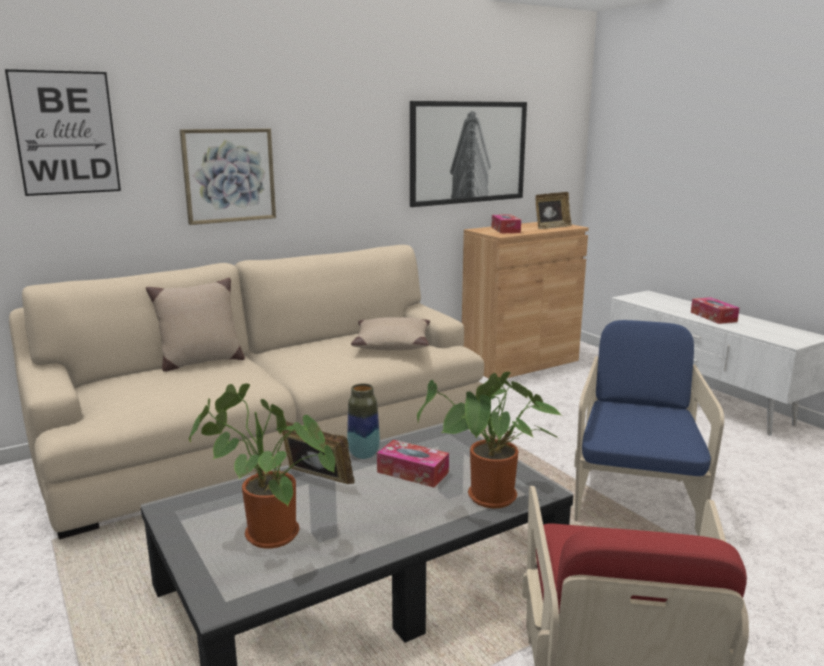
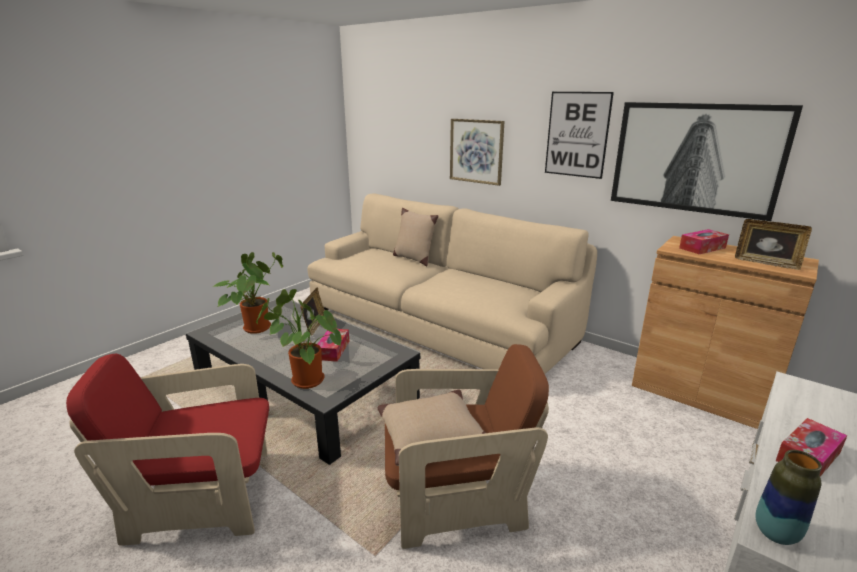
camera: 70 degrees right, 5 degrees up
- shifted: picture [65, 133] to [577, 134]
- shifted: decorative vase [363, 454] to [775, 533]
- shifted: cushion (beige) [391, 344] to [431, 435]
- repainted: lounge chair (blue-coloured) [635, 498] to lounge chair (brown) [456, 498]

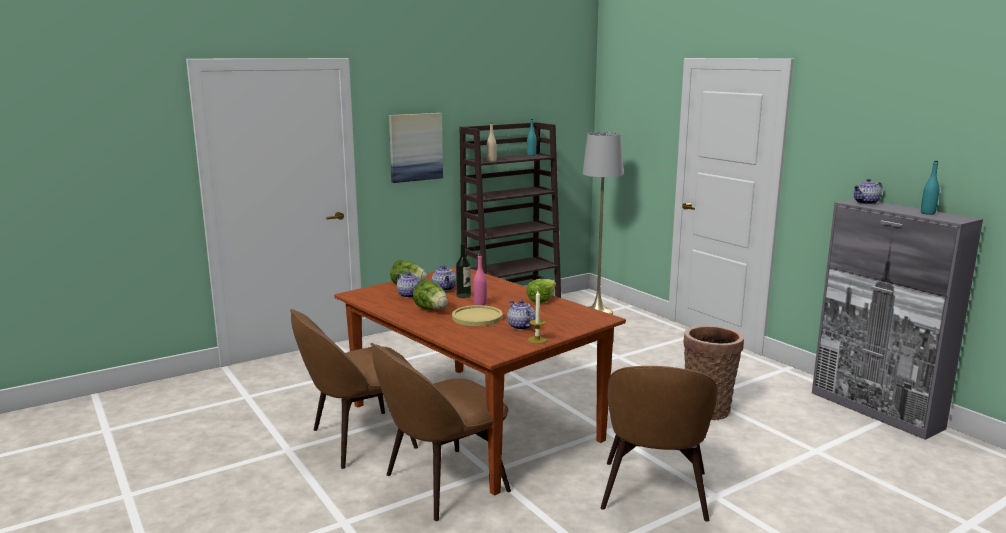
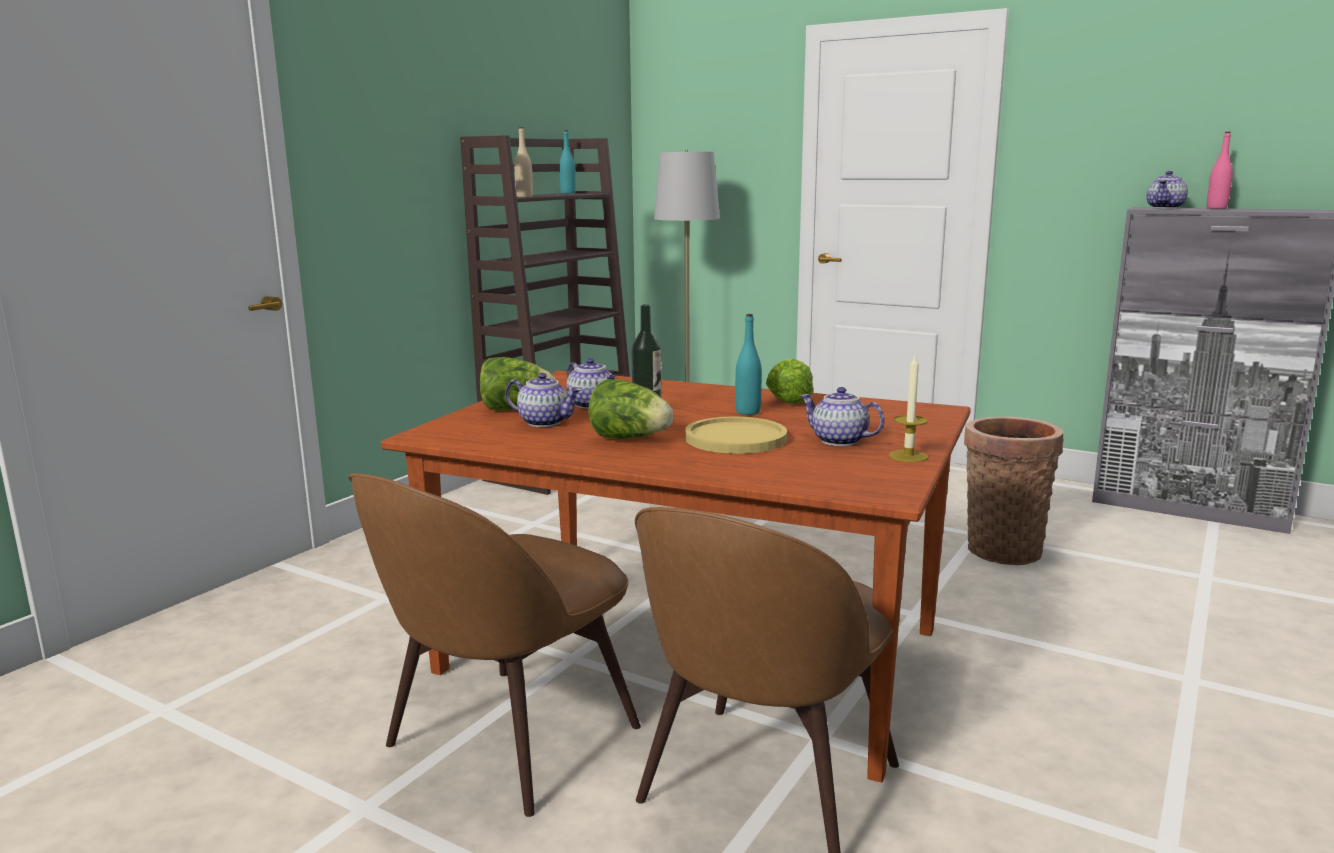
camera: 25 degrees left, 0 degrees up
- gone: picture [415, 147]
- gone: upright chair (brown) [654, 493]
- shifted: drink bottle (pinkish) [480, 304] to [1216, 208]
- shifted: drink bottle (blue-green) [927, 213] to [748, 412]

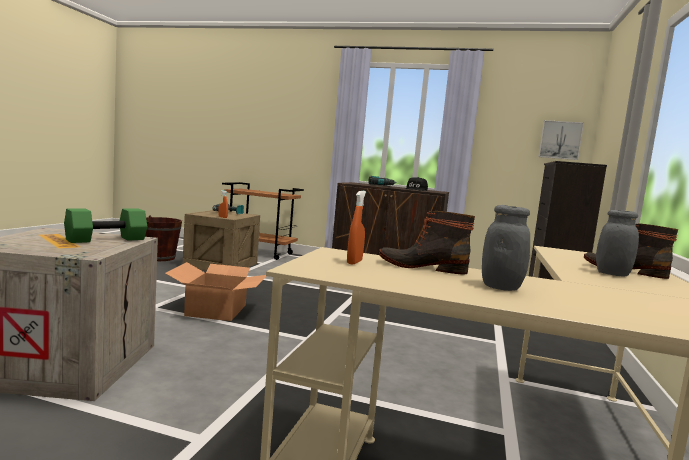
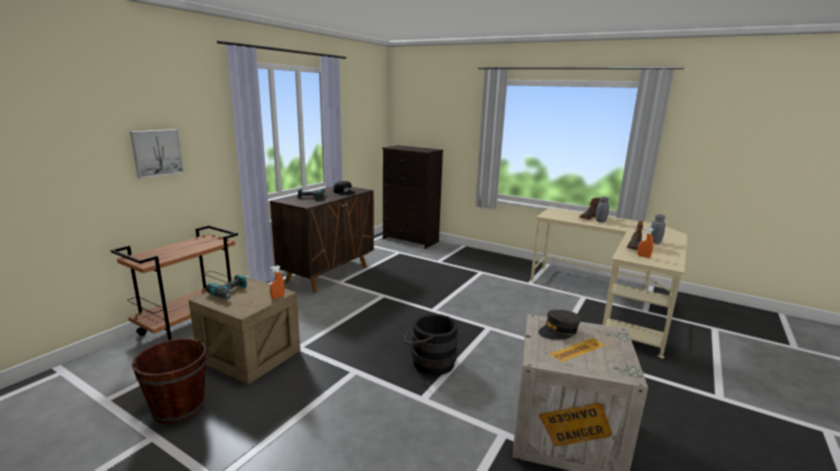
camera: 75 degrees left, 10 degrees up
- shifted: picture [560, 140] to [156, 152]
- swapped: dumbbell (green) [106, 240] to peaked cap (gray) [558, 331]
- swapped: carton [217, 310] to bucket (black) [429, 362]

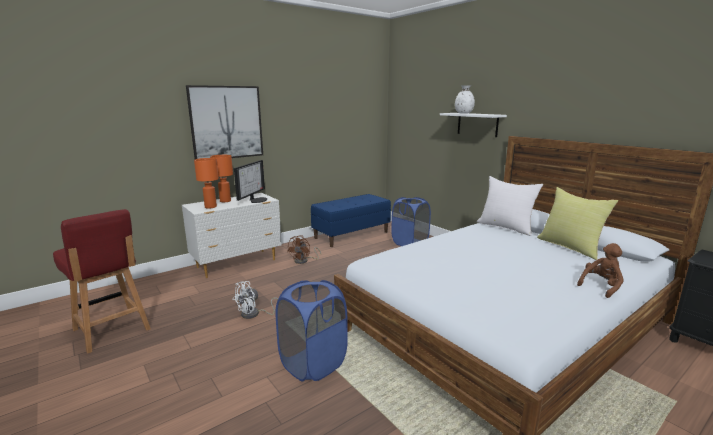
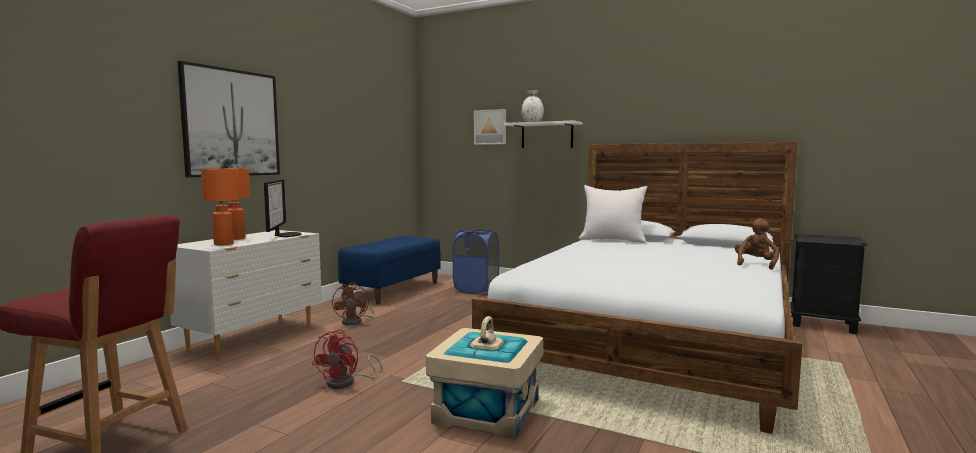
camera: 25 degrees left, 10 degrees down
- gone: cushion (yellowish) [570, 247]
- new: picture [490, 127]
- swapped: washing basket (blue-coloured) [313, 363] to storage bin (beige) [486, 411]
- repainted: electric fan (white-coloured) [254, 314] to electric fan (red) [347, 382]

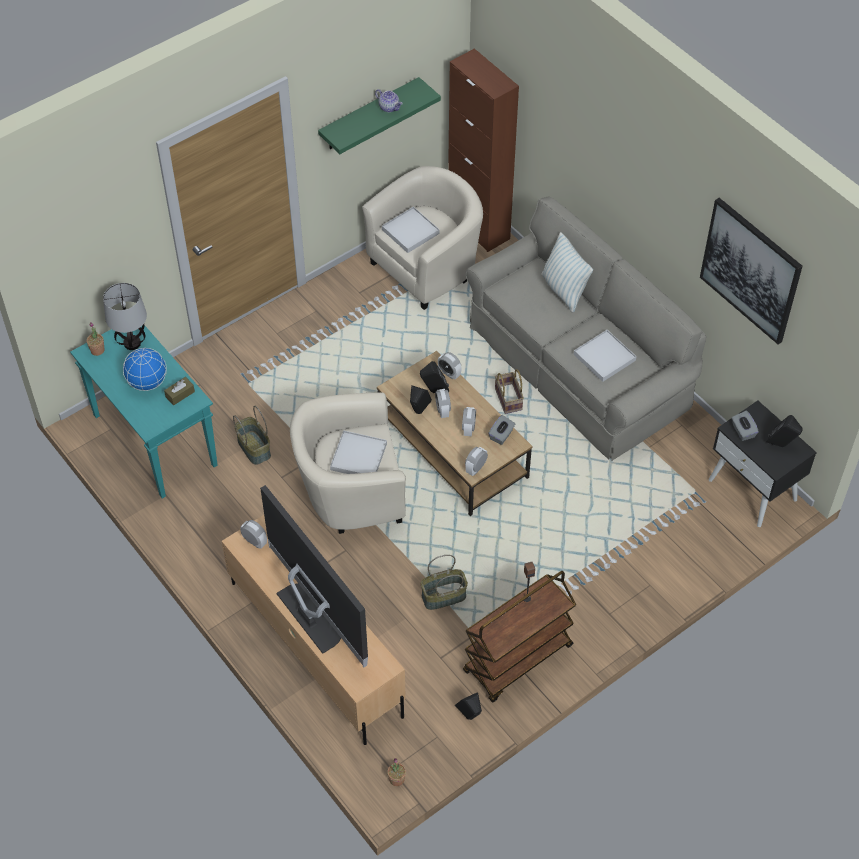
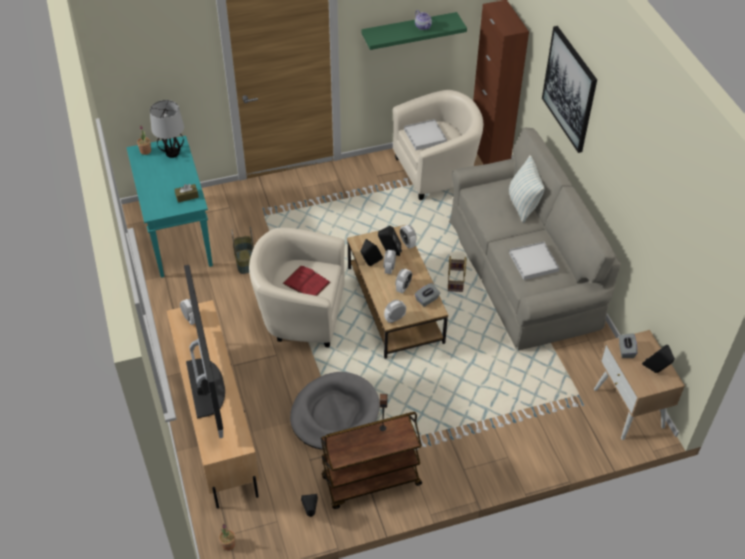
camera: 20 degrees right, 5 degrees down
- gone: desk globe [147, 382]
- shifted: picture [750, 270] to [569, 89]
- swapped: serving tray (white-coloured) [359, 457] to bound book (red) [306, 283]
- swapped: household basket [443, 597] to dog bed (gray) [334, 413]
- repainted: bedside table (black) [753, 490] to bedside table (beige) [629, 408]

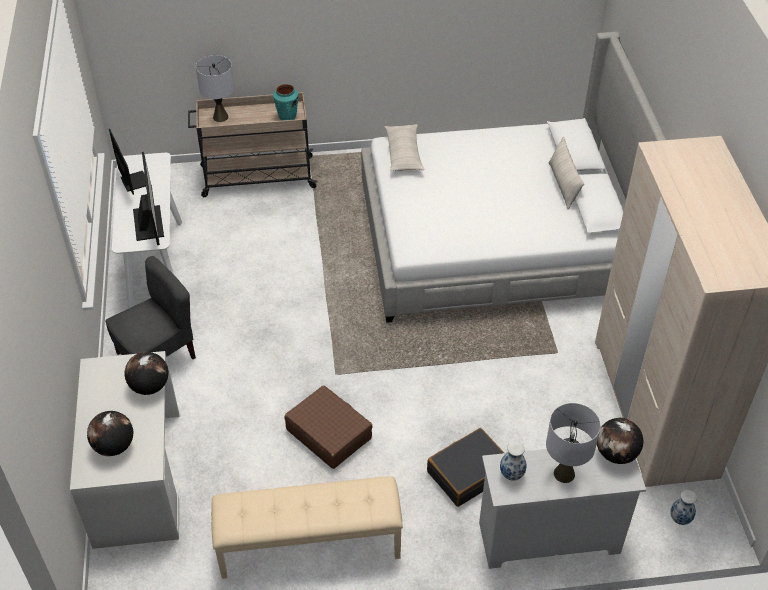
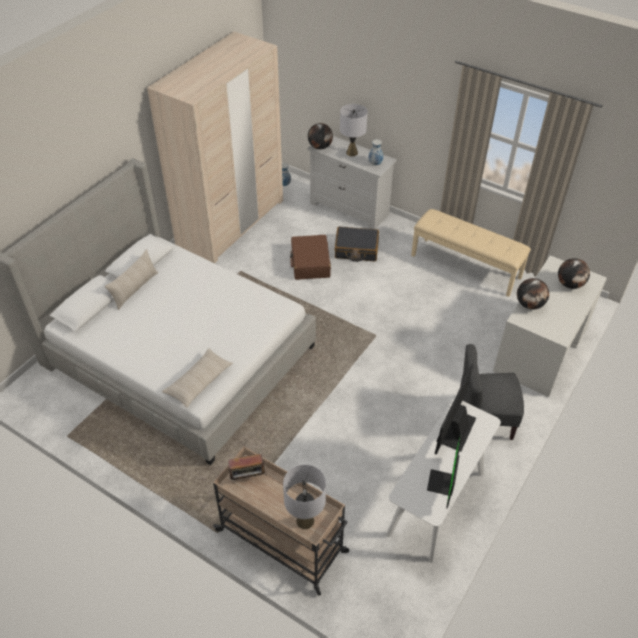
camera: 140 degrees left, 0 degrees up
- shifted: piece of luggage (brown) [329, 433] to [310, 263]
- swapped: decorative vase (blue-green) [287, 116] to radio [248, 477]

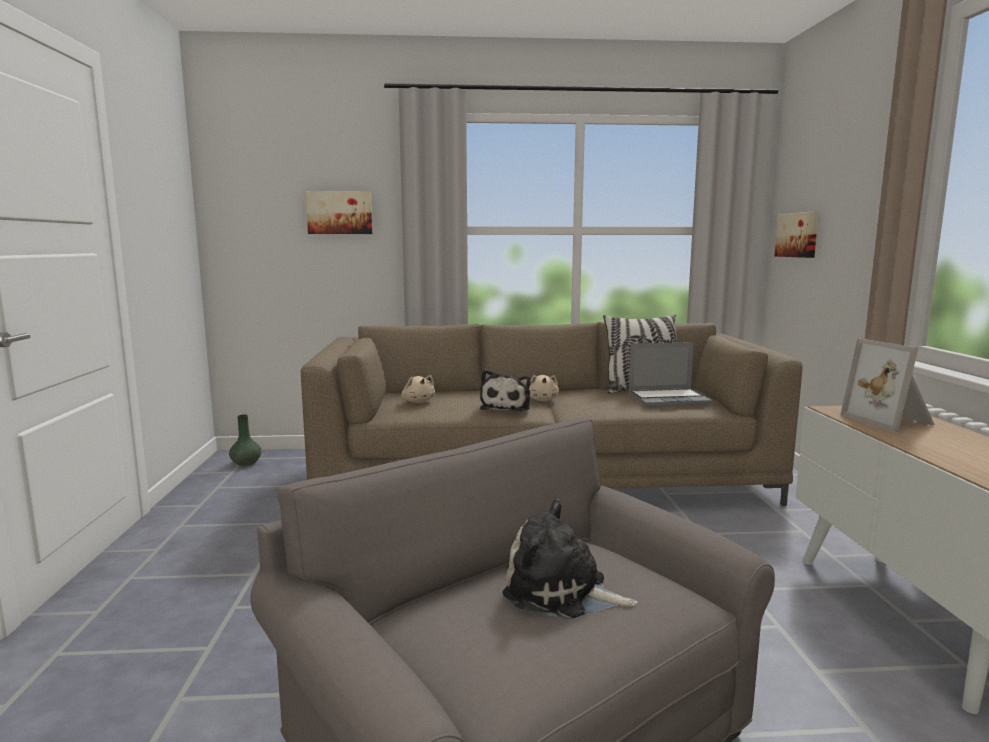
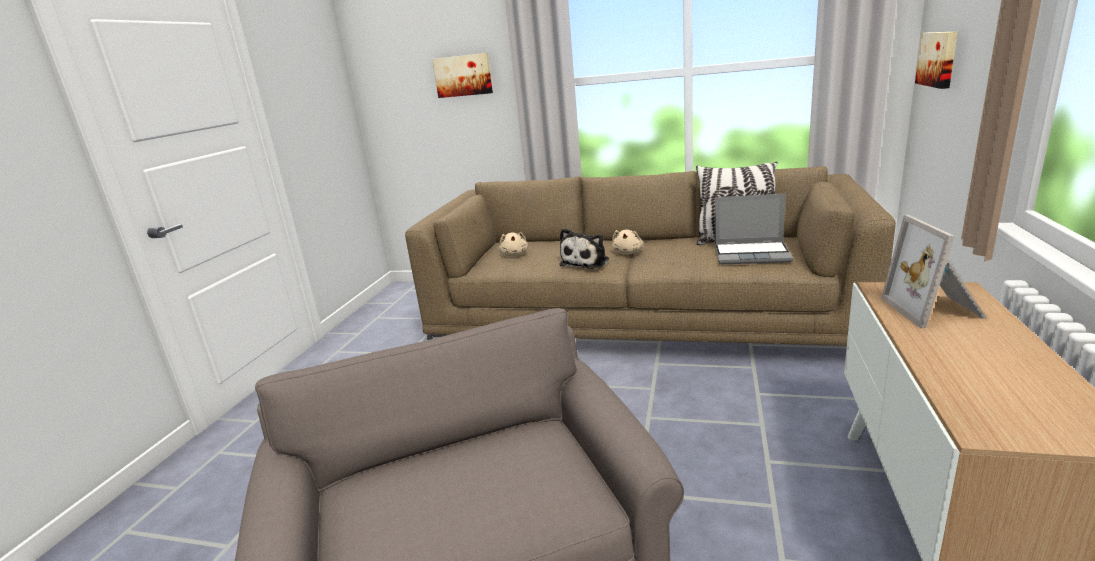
camera: 20 degrees right, 10 degrees up
- gone: decorative vase (green) [246, 463]
- gone: soft toy [561, 592]

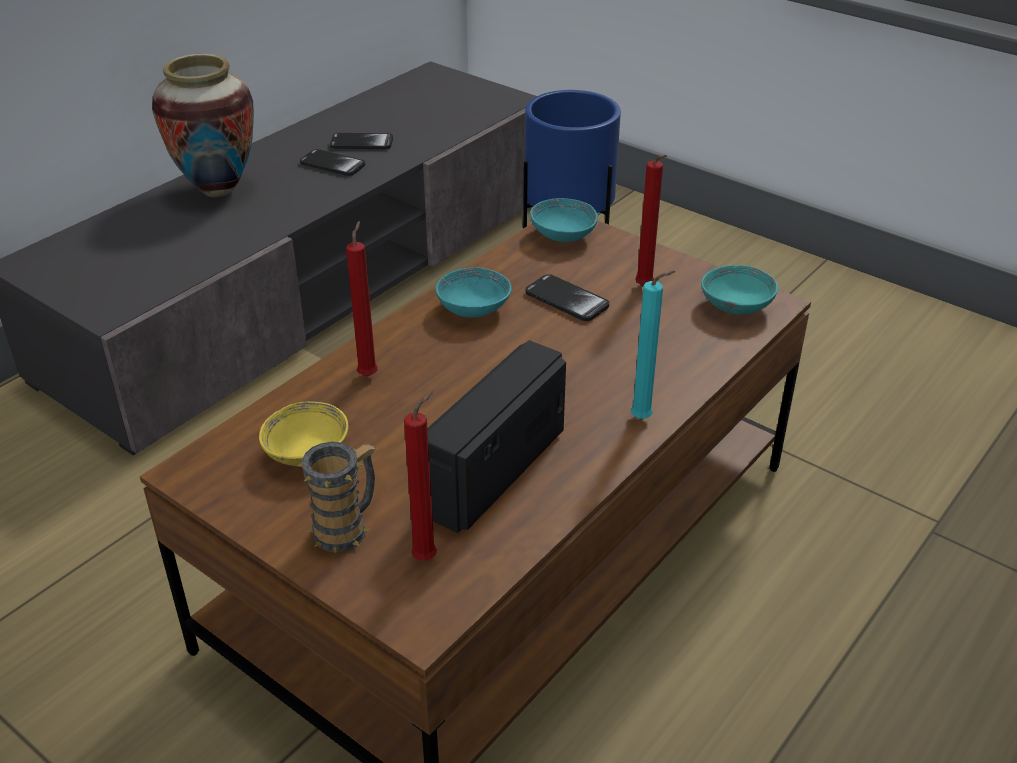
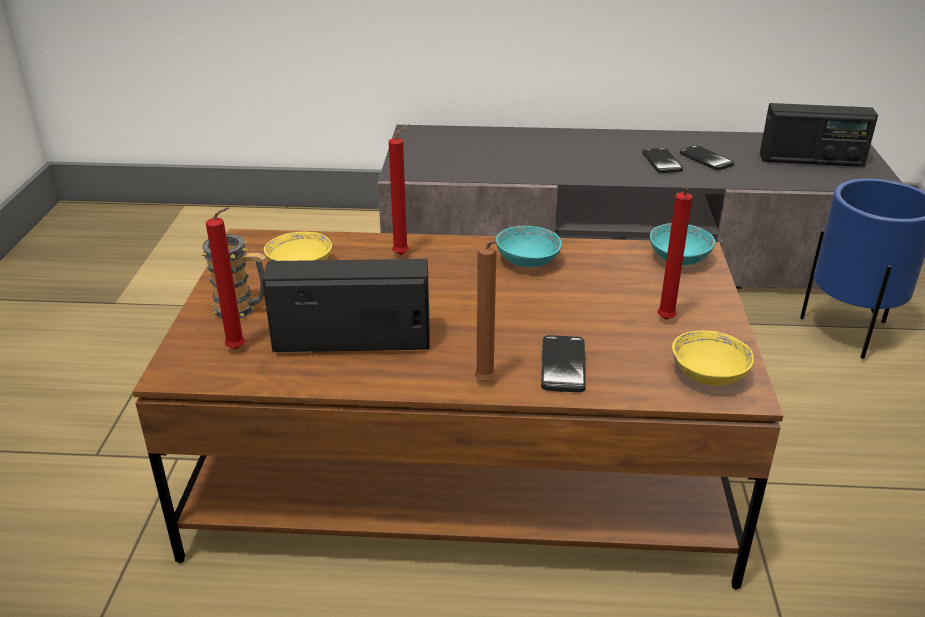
camera: 55 degrees right, 5 degrees down
- gone: decorative vase [217, 190]
- new: radio [811, 160]
- shifted: phone [566, 300] to [563, 365]
- repainted: wax light (blue-green) [644, 419] to wax light (brown) [486, 383]
- repainted: deep dish (blue-green) [736, 306] to deep dish (yellowish) [708, 375]

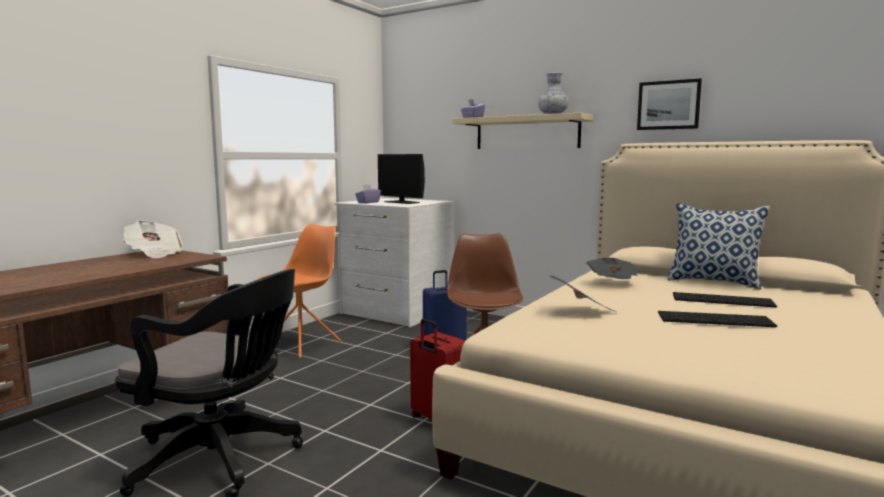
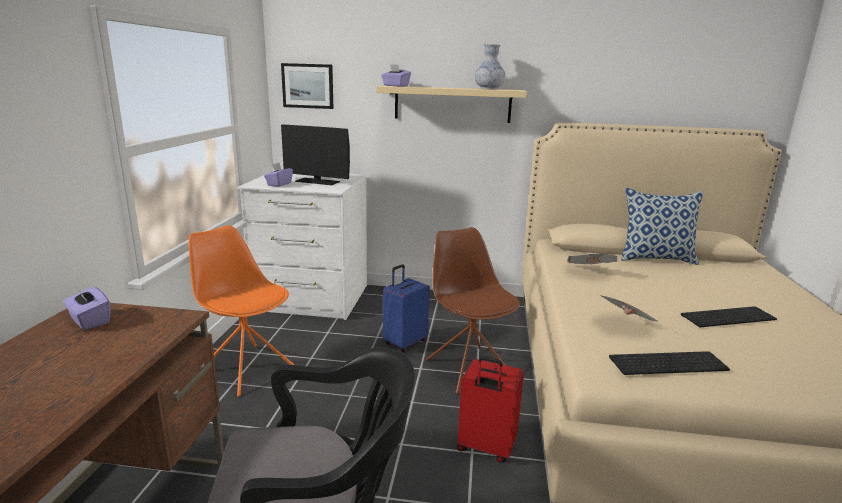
camera: 25 degrees left, 10 degrees up
- shifted: picture [668, 105] to [308, 86]
- shifted: computer keyboard [723, 300] to [668, 362]
- swapped: daily paper [154, 254] to tissue holder (purple-coloured) [89, 321]
- rotated: upright chair (orange-coloured) [302, 344] = [247, 368] 60 degrees counterclockwise

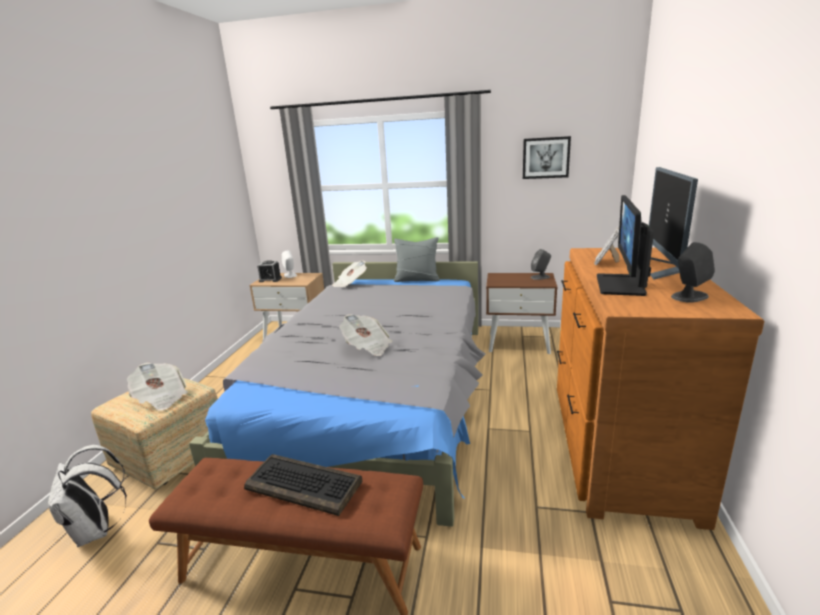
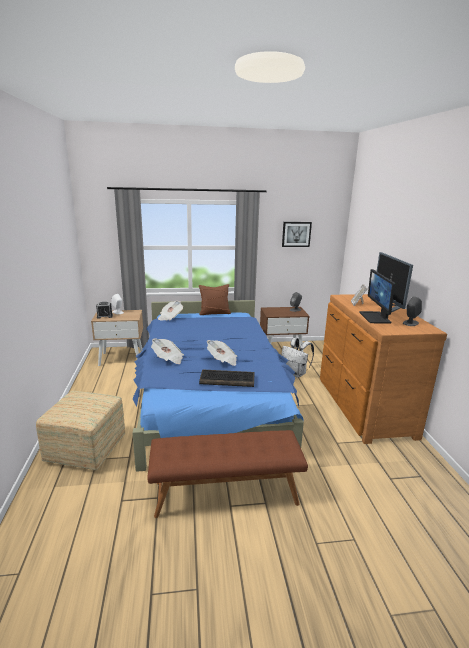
camera: 20 degrees left, 0 degrees up
- shifted: knapsack (white-coloured) [97, 531] to [296, 374]
- shifted: daily paper [161, 398] to [168, 359]
- shifted: computer keyboard [305, 485] to [228, 379]
- repainted: sleeping bed (gray) [377, 396] to sleeping bed (blue-coloured) [210, 394]
- repainted: cushion (gray) [417, 279] to cushion (brown) [214, 313]

